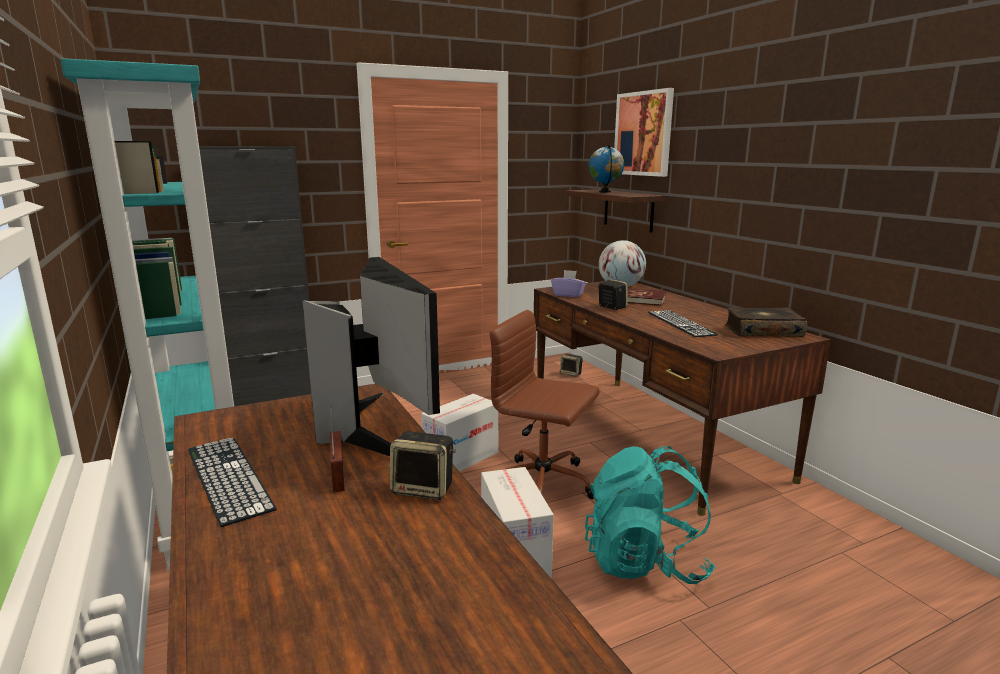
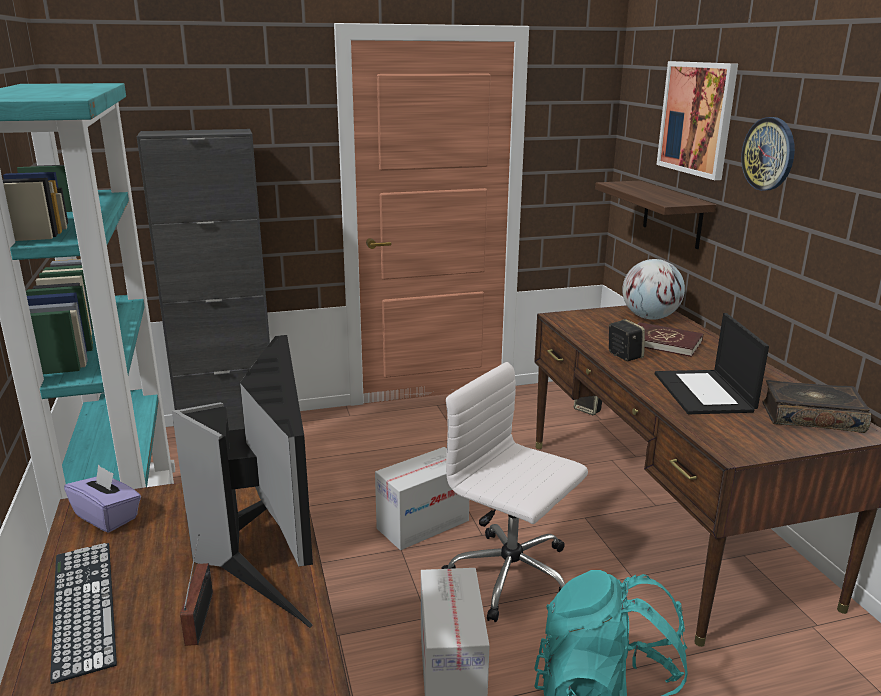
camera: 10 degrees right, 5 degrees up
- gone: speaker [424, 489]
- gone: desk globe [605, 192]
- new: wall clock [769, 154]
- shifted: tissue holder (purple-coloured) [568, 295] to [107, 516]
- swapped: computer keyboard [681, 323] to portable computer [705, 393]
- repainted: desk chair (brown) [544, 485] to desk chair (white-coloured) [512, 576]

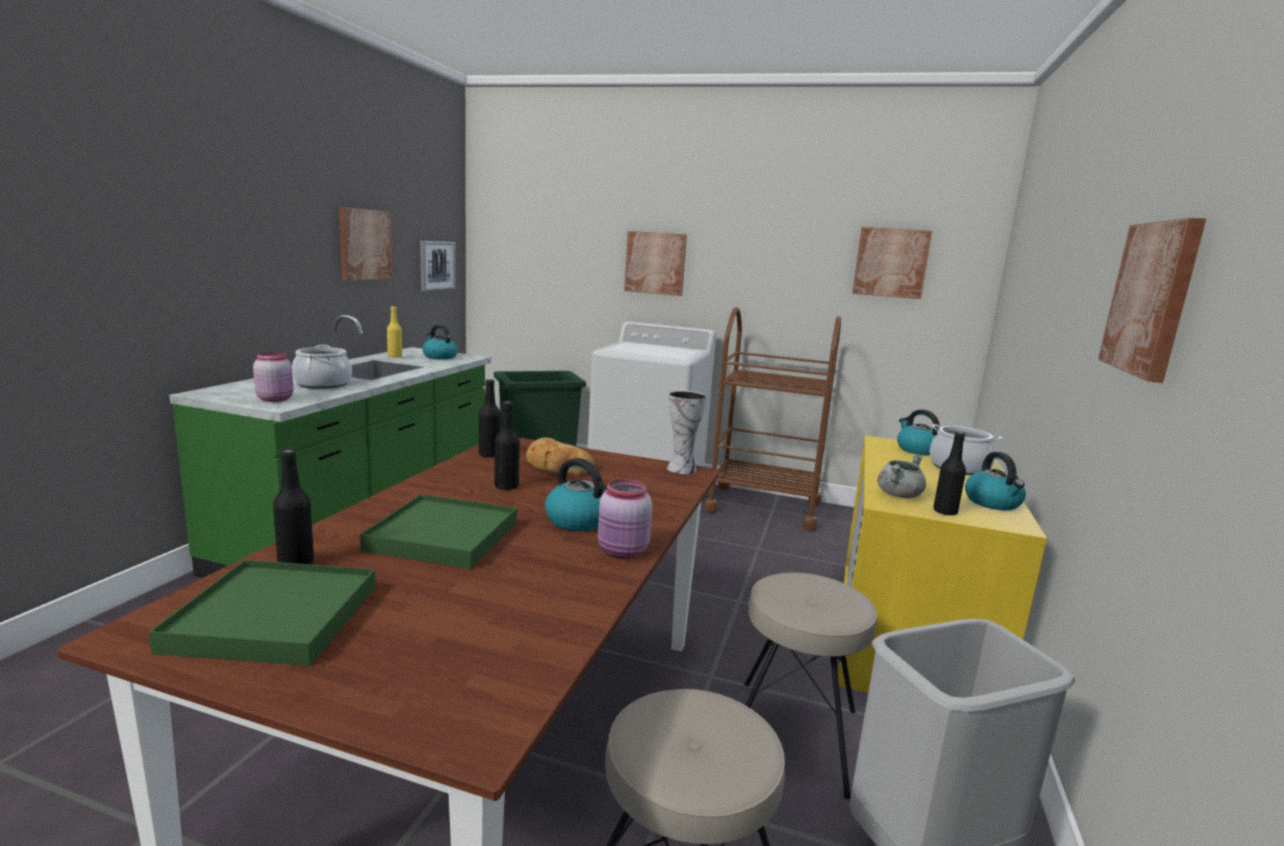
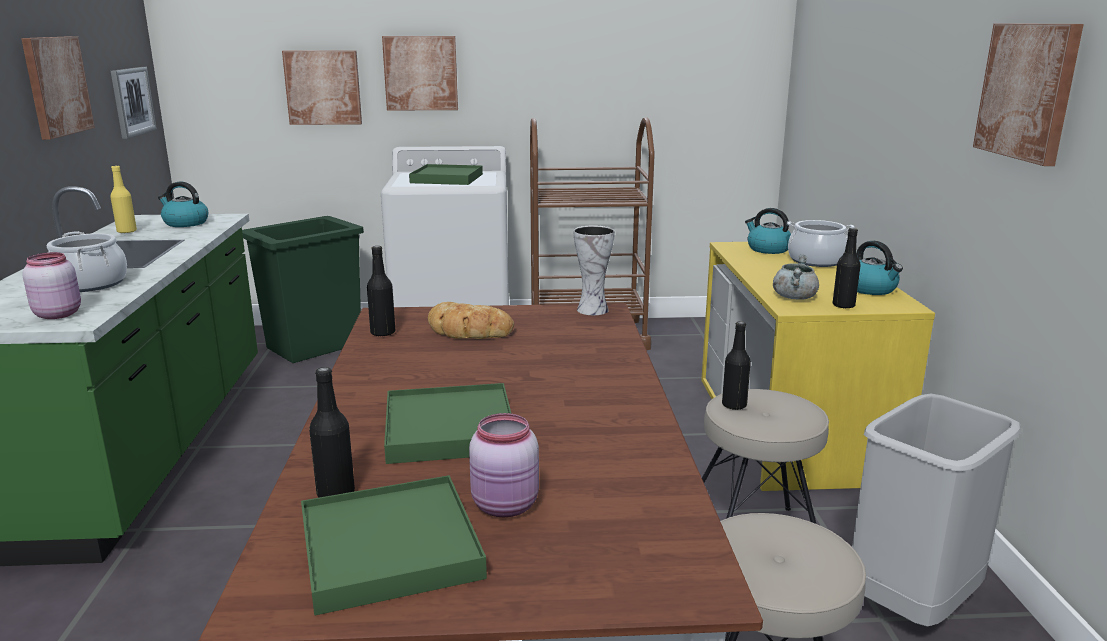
camera: 20 degrees left, 5 degrees up
- gone: water kettle [580, 521]
- new: serving tray (green) [447, 178]
- shifted: drink bottle (black) [506, 486] to [734, 405]
- shifted: jar (pinkish) [623, 552] to [506, 506]
- shifted: picture [891, 263] to [323, 87]

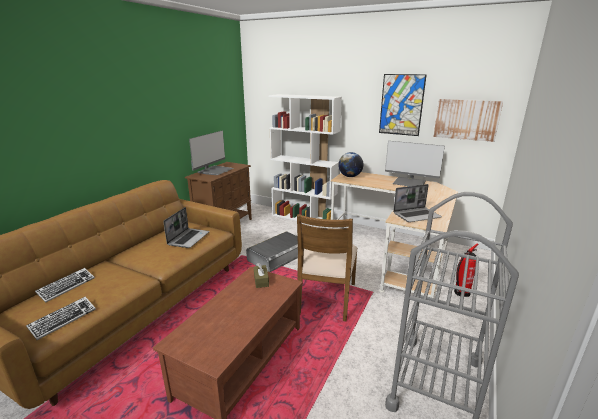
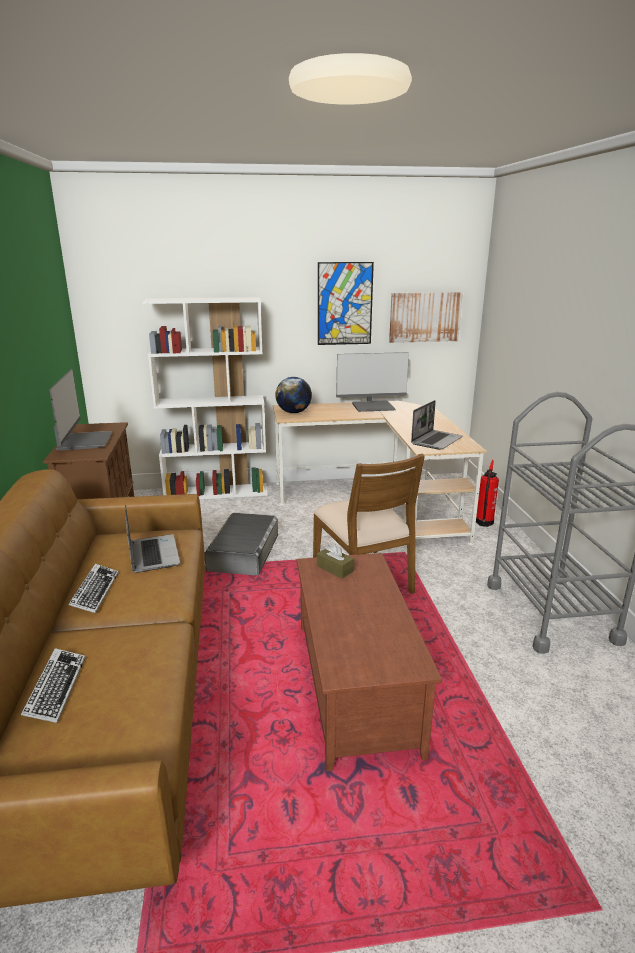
camera: 35 degrees left, 0 degrees up
- shifted: computer keyboard [63, 320] to [95, 592]

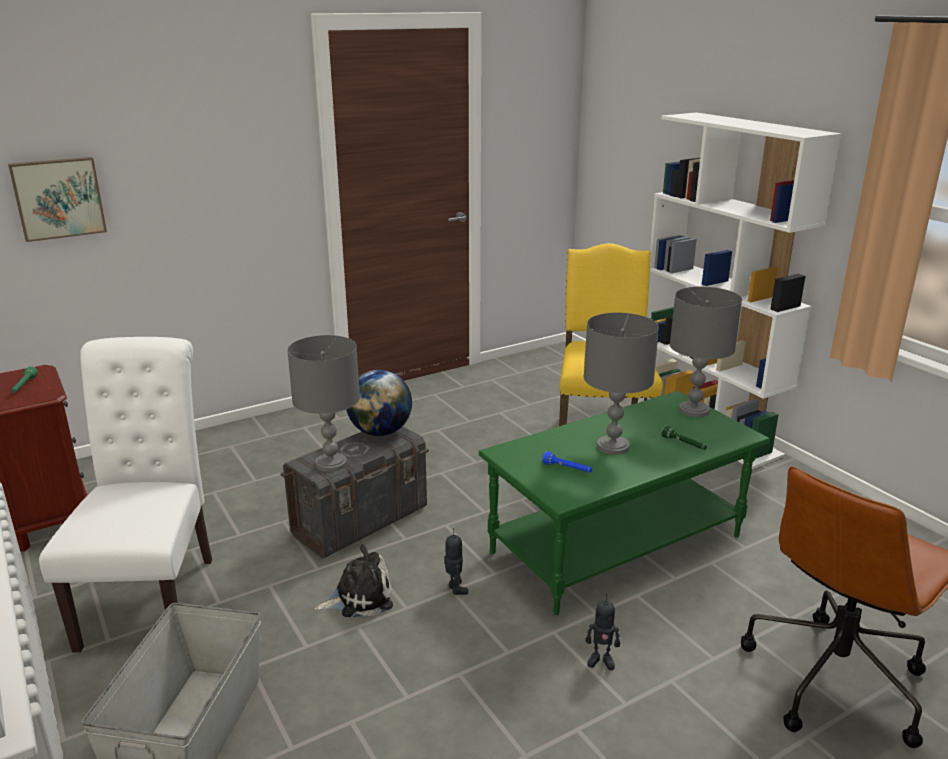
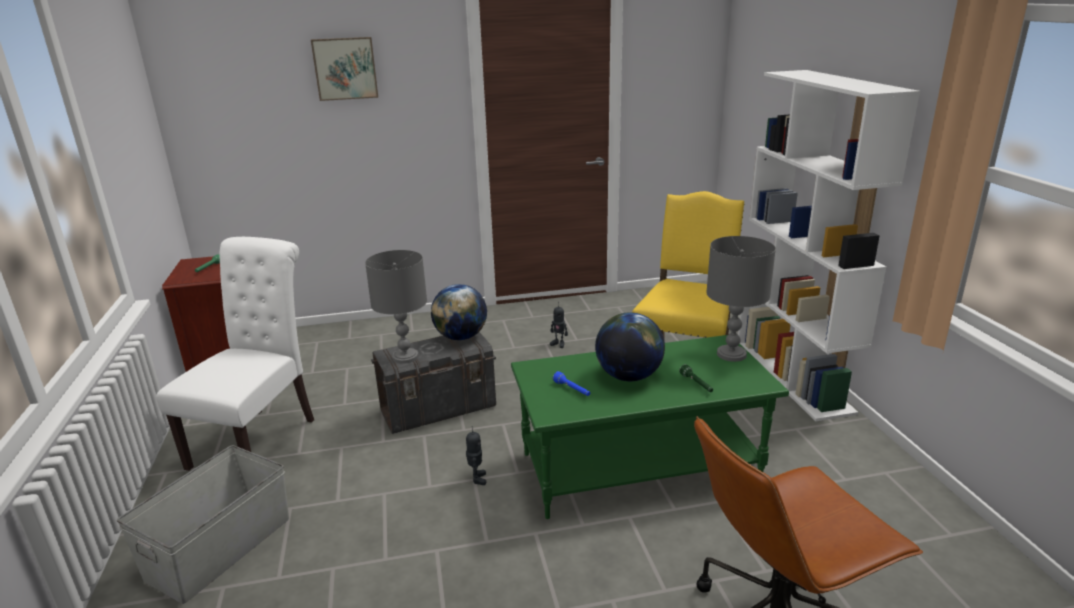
camera: 20 degrees right, 0 degrees up
- gone: soft toy [359, 597]
- shifted: picture [58, 198] to [345, 68]
- shifted: toy robot [601, 660] to [558, 344]
- swapped: table lamp (gray) [612, 446] to desk globe [628, 376]

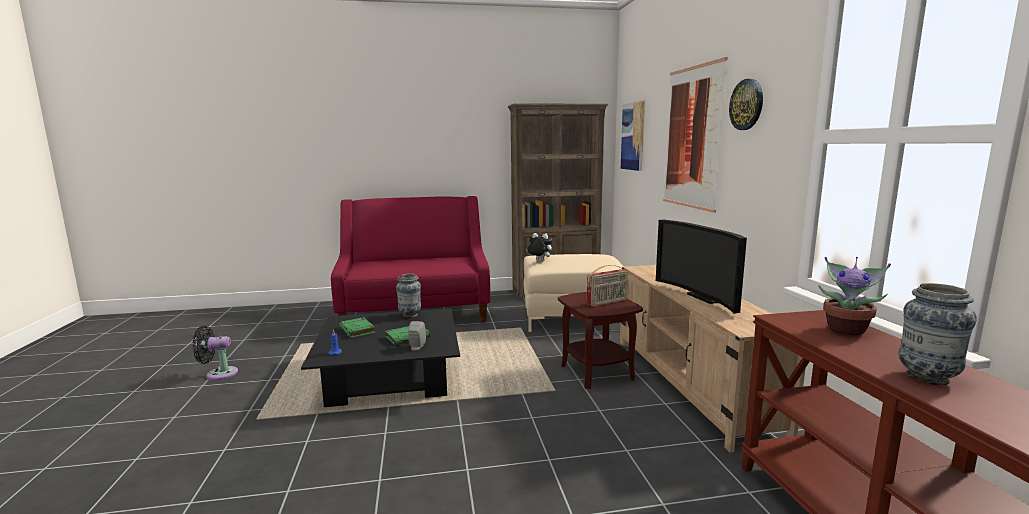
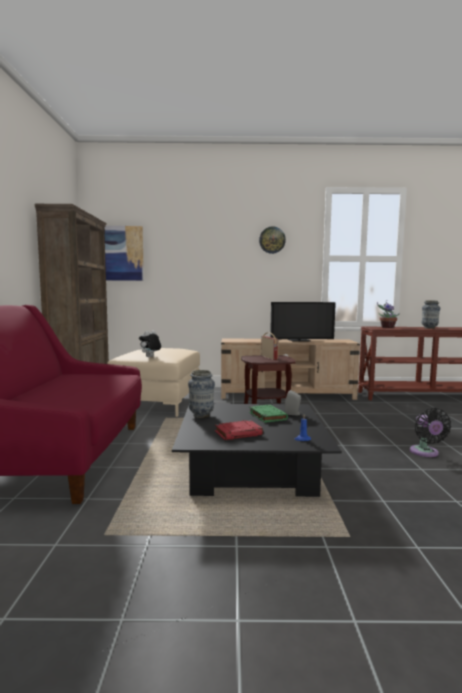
camera: 80 degrees left, 5 degrees down
- gone: picture [692, 137]
- shifted: electric fan (black) [218, 374] to [425, 453]
- repainted: bound book (green) [357, 330] to bound book (red) [238, 433]

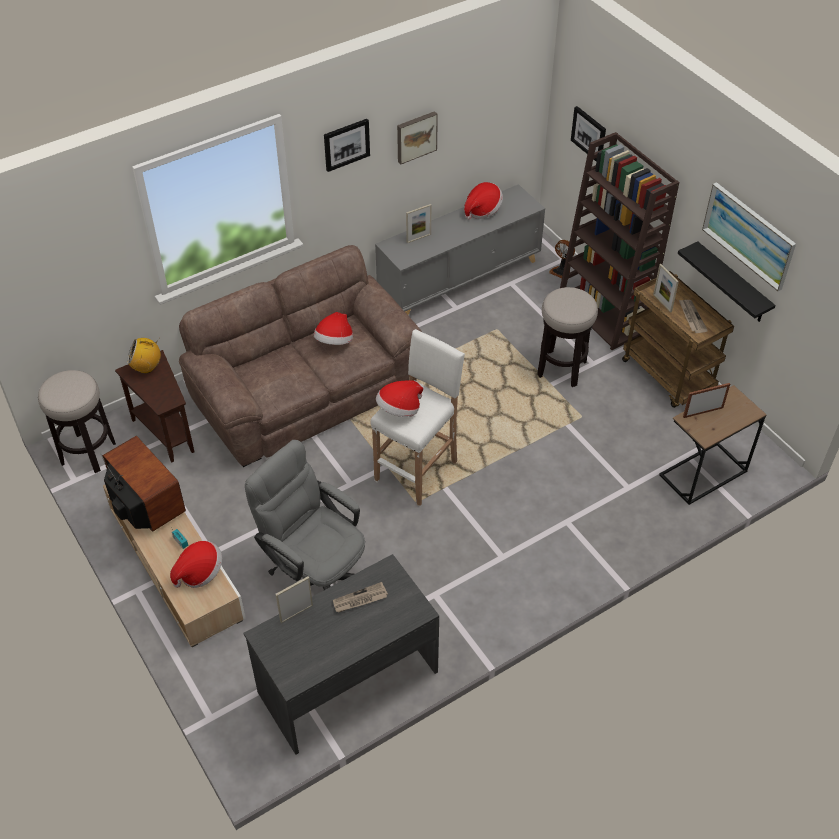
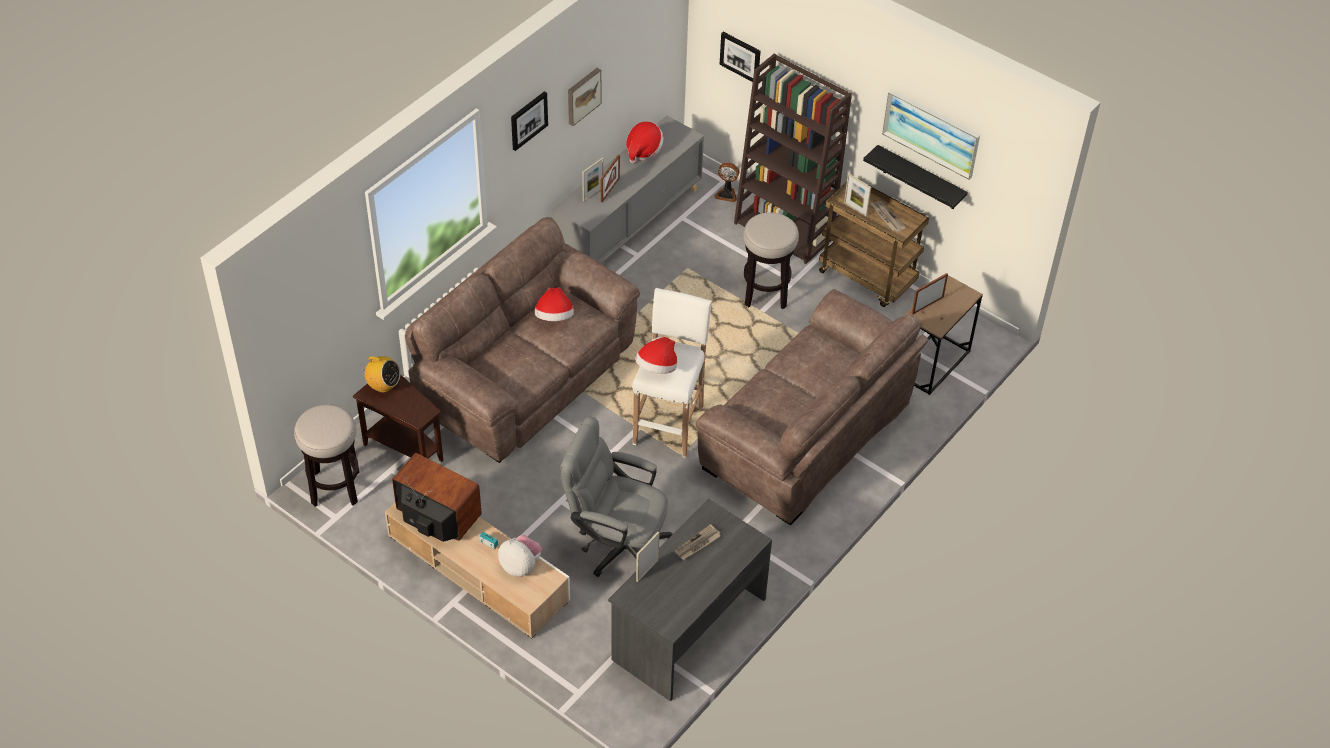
camera: 20 degrees left, 0 degrees up
- new: picture frame [610, 190]
- new: couch (brown) [809, 434]
- swapped: hat [199, 572] to soft toy [521, 566]
- rotated: radio [146, 367] = [383, 386] 135 degrees counterclockwise

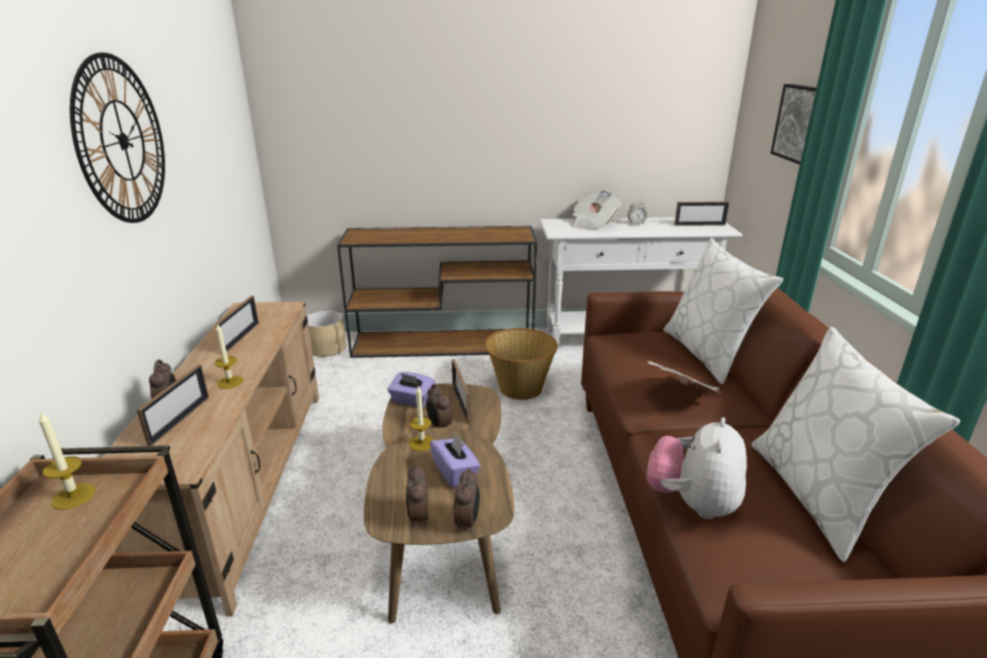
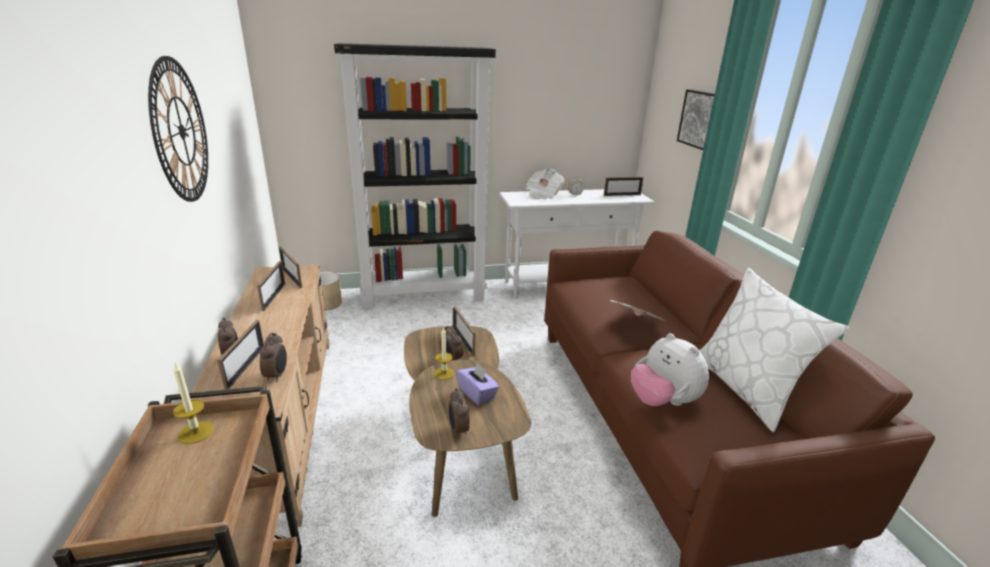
camera: 10 degrees left, 0 degrees up
- gone: wax light [230, 382]
- gone: tissue holder (purple-coloured) [412, 400]
- gone: household basket [519, 388]
- gone: cushion (white-coloured) [707, 353]
- new: picture frame [291, 278]
- shifted: bedside clock [468, 522] to [277, 375]
- swapped: console table (brown) [445, 343] to bookshelf (black) [424, 294]
- rotated: soft toy [692, 503] = [663, 401] 45 degrees counterclockwise

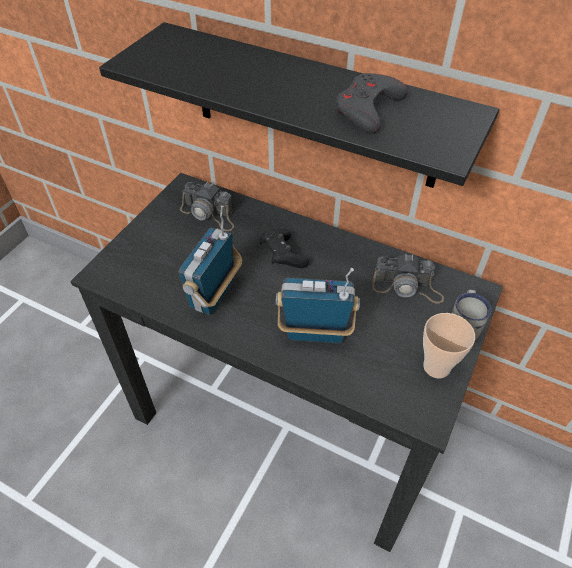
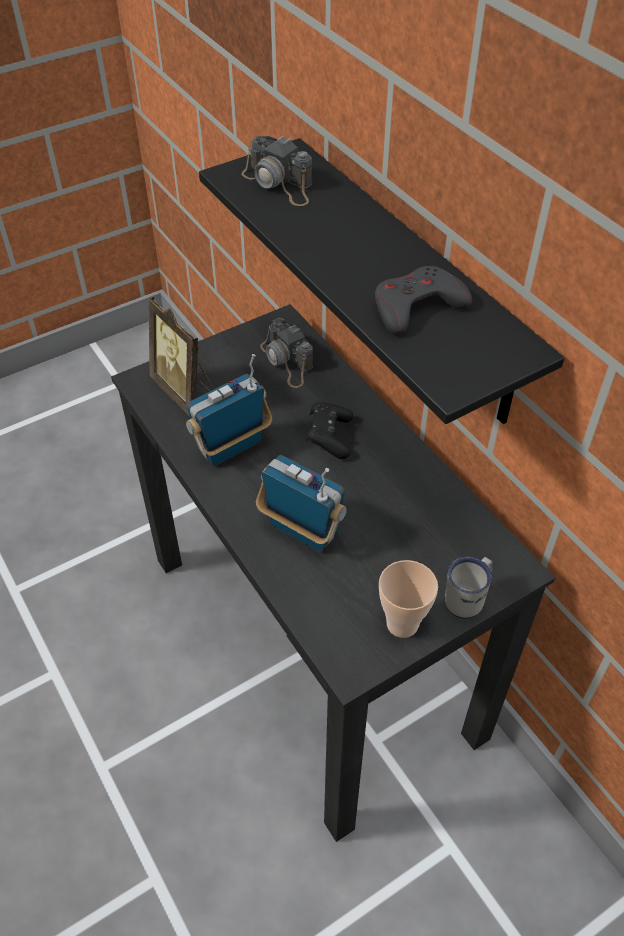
camera: 30 degrees right, 0 degrees up
- new: picture frame [186, 391]
- shifted: still camera [407, 287] to [279, 183]

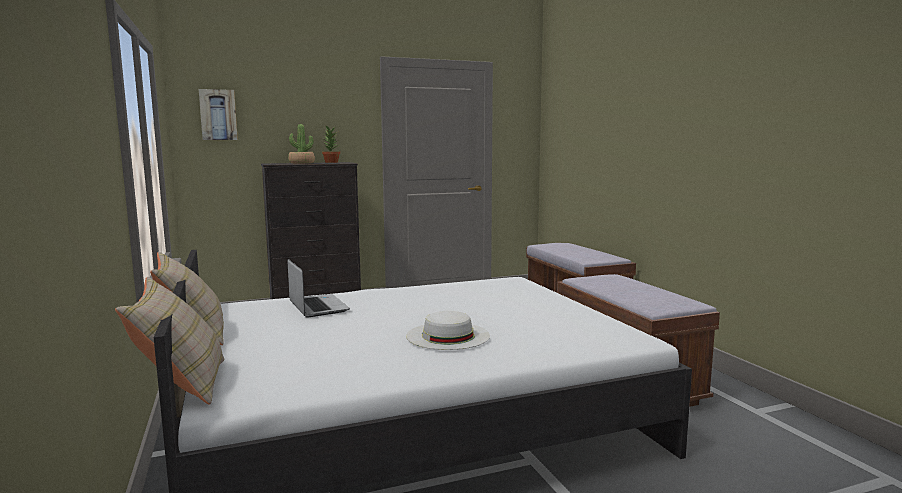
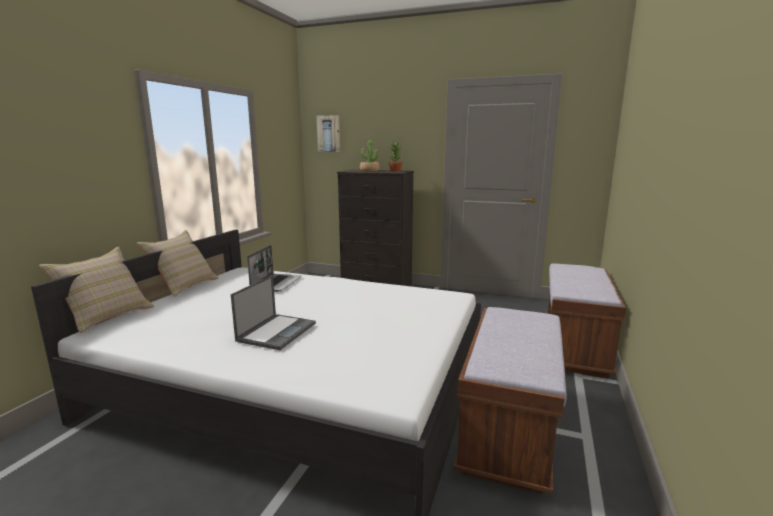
camera: 40 degrees right, 5 degrees up
- swapped: hat (white-coloured) [448, 335] to portable computer [277, 331]

